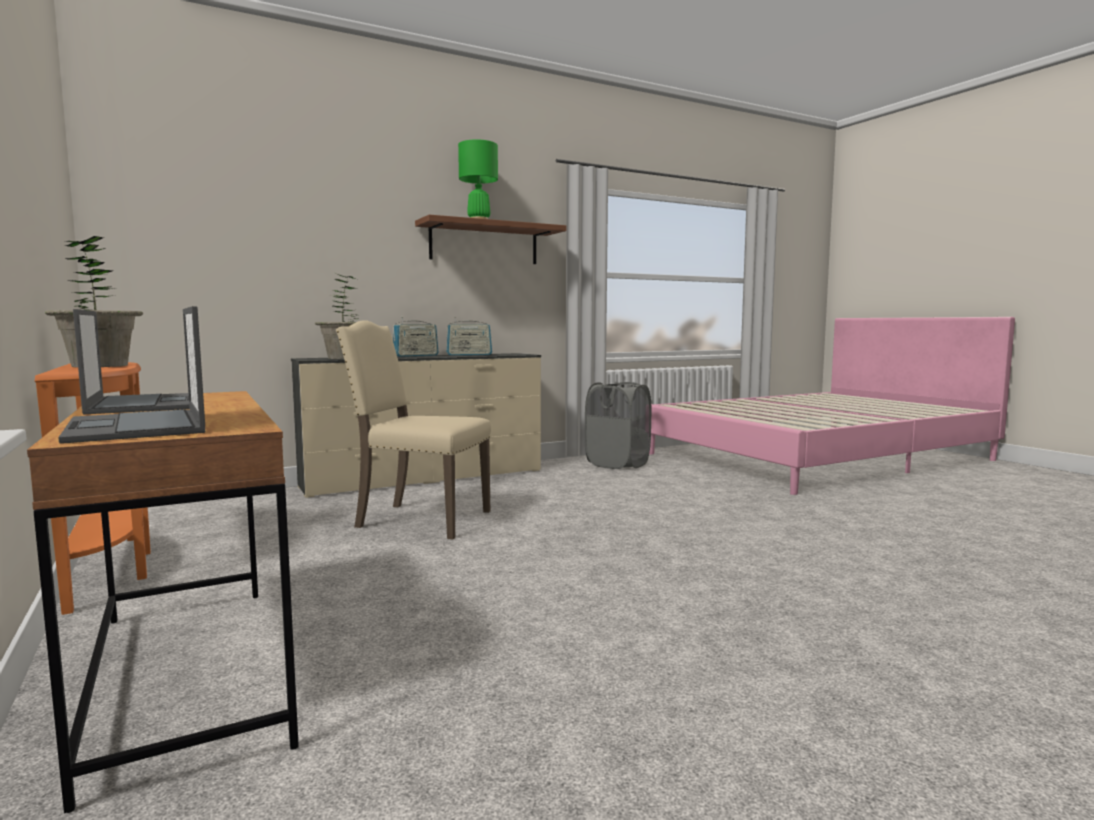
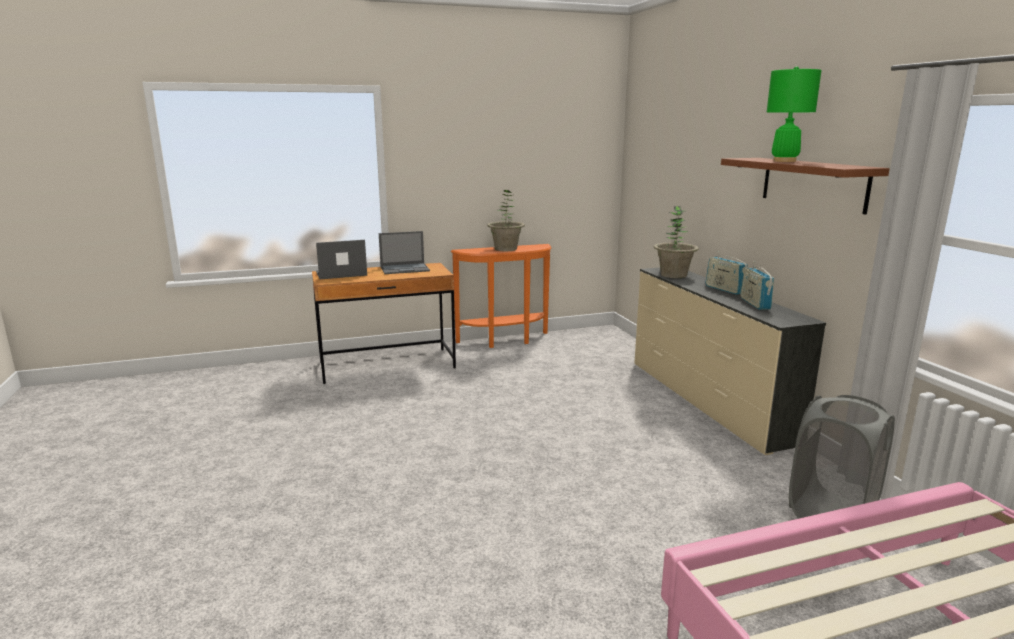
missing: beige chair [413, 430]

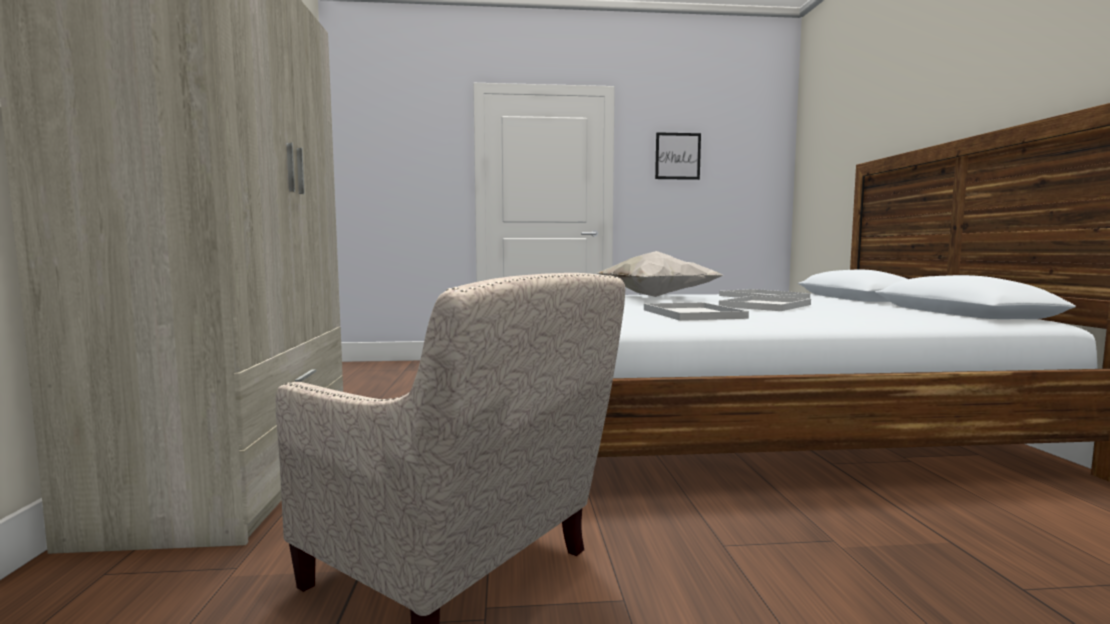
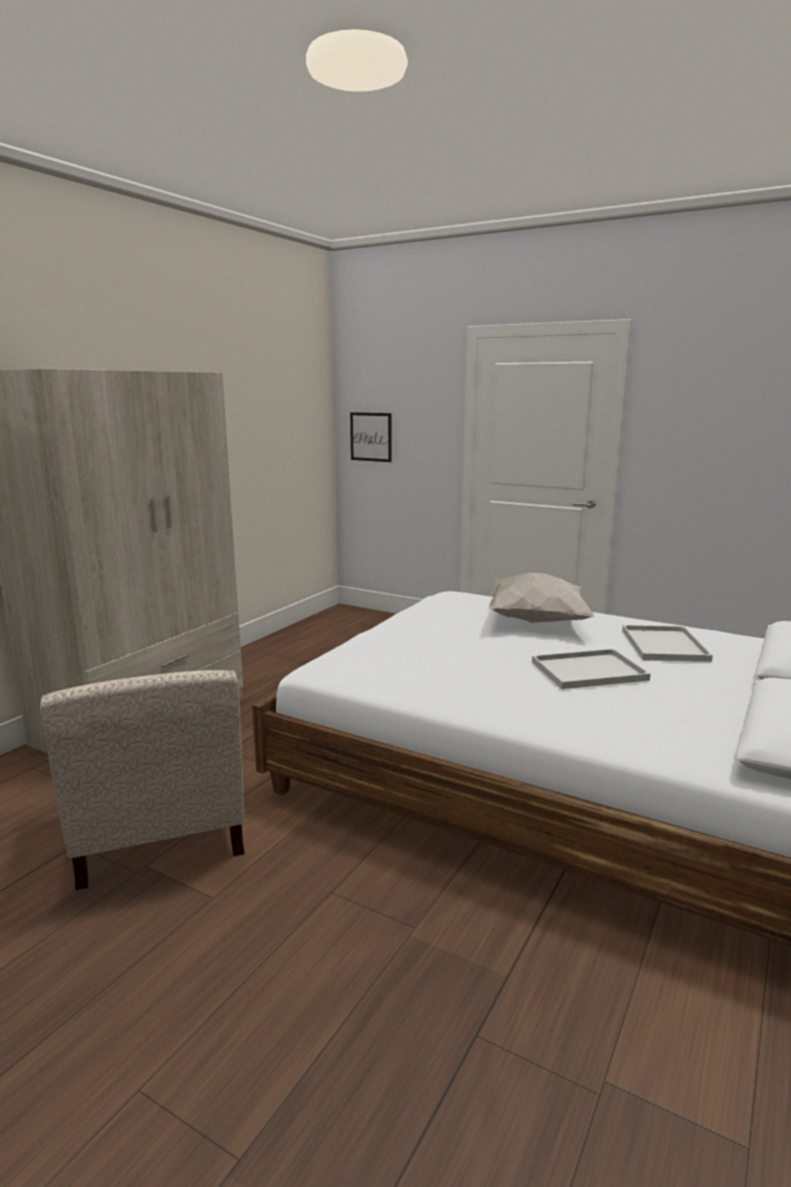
missing: white tray [696, 311]
relocated: picture [678, 156] to [371, 437]

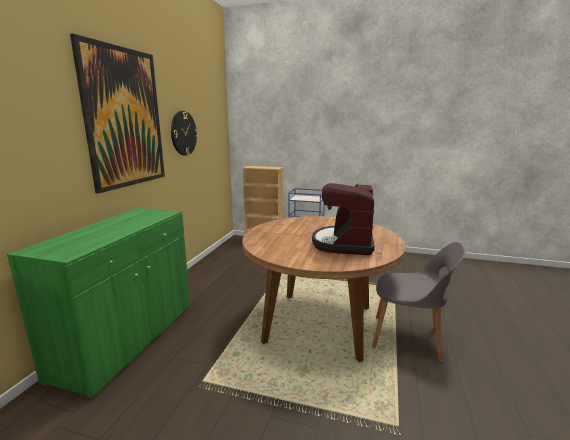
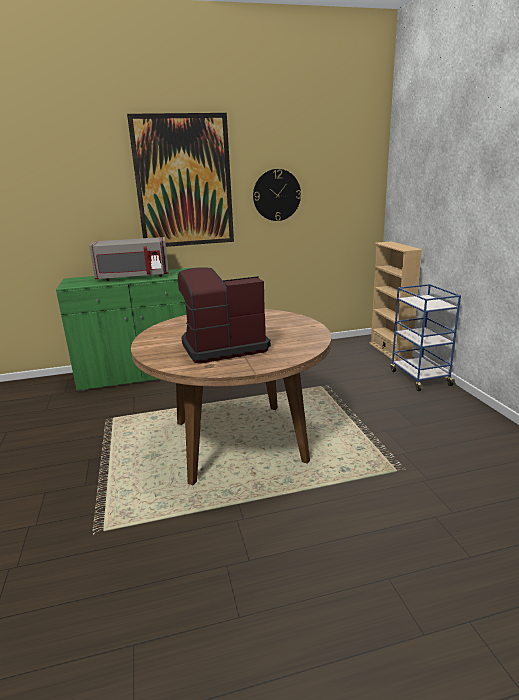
missing: grey chair [418, 302]
appeared: grey microwave [129, 259]

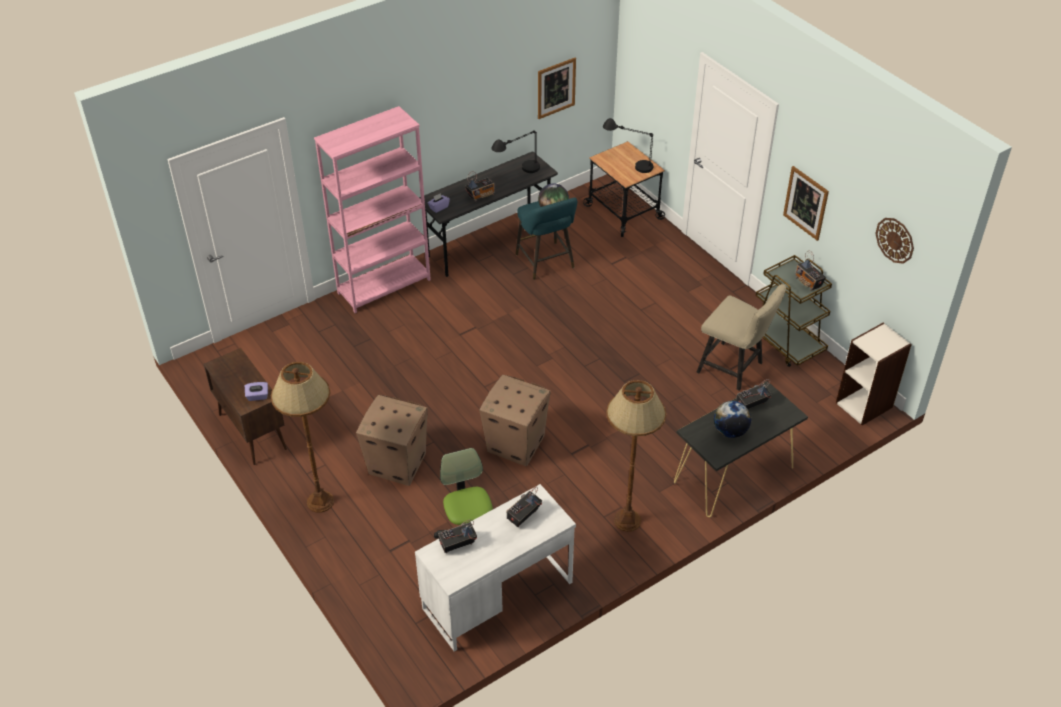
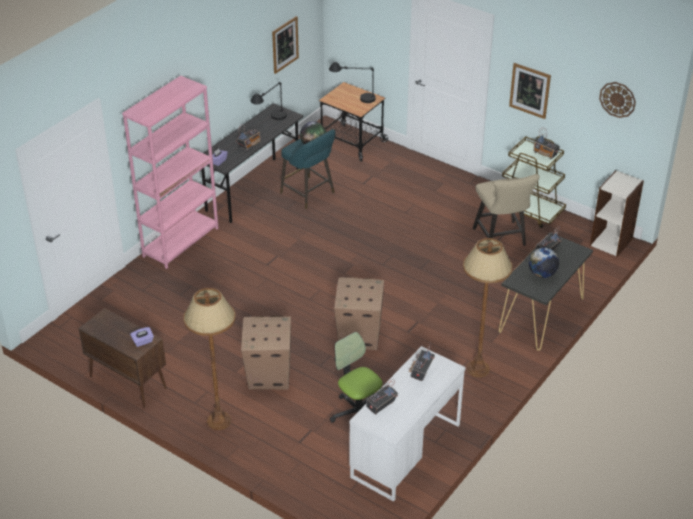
spun: beige chair [741, 337] = [506, 210] 60 degrees clockwise

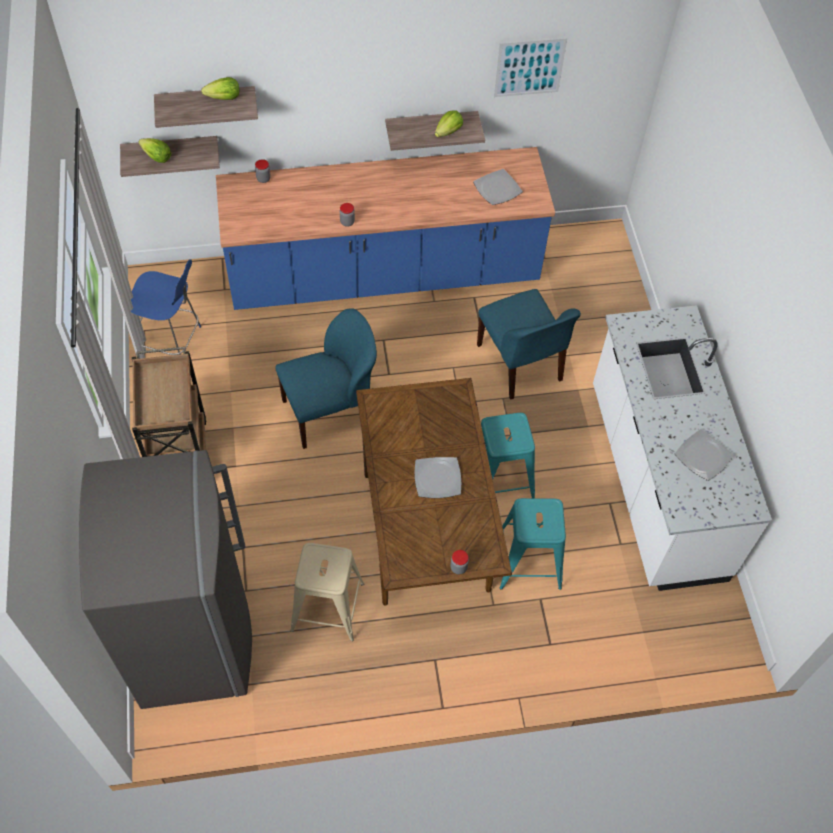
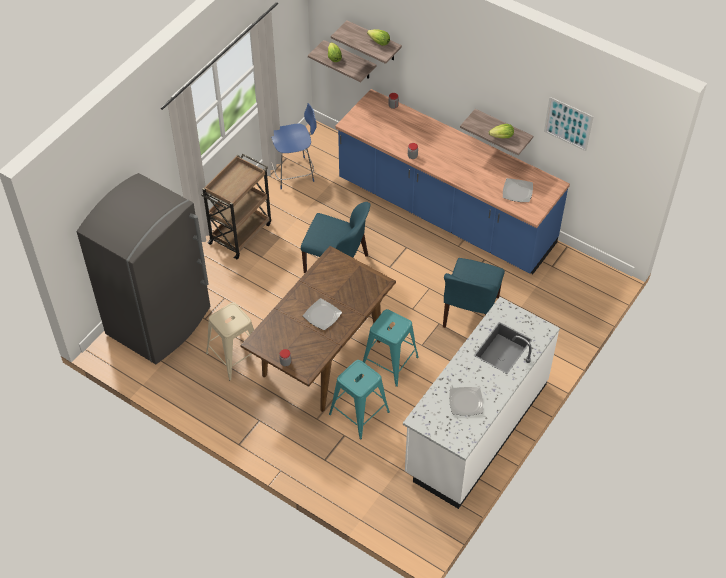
spun: blue chair [166, 307] = [294, 146] 75 degrees counterclockwise

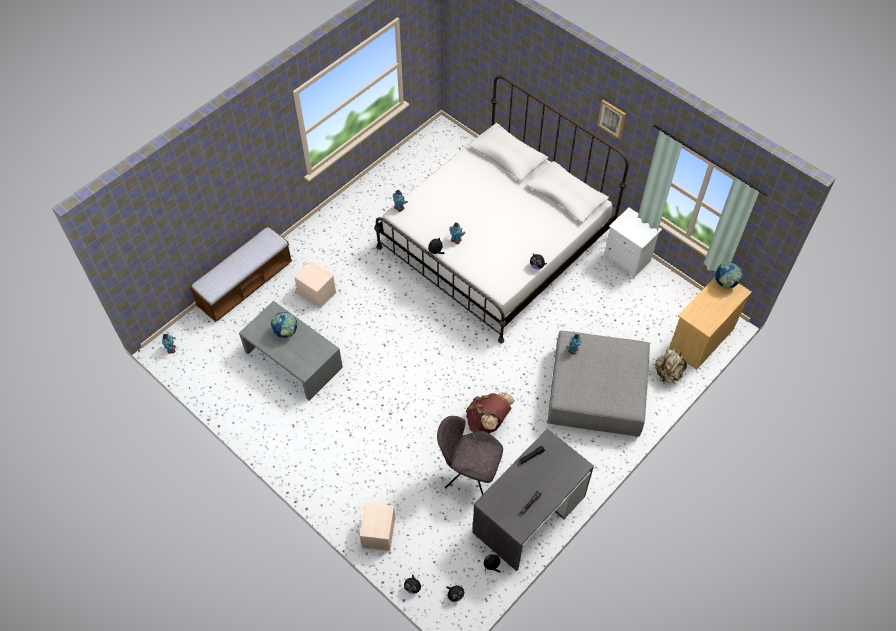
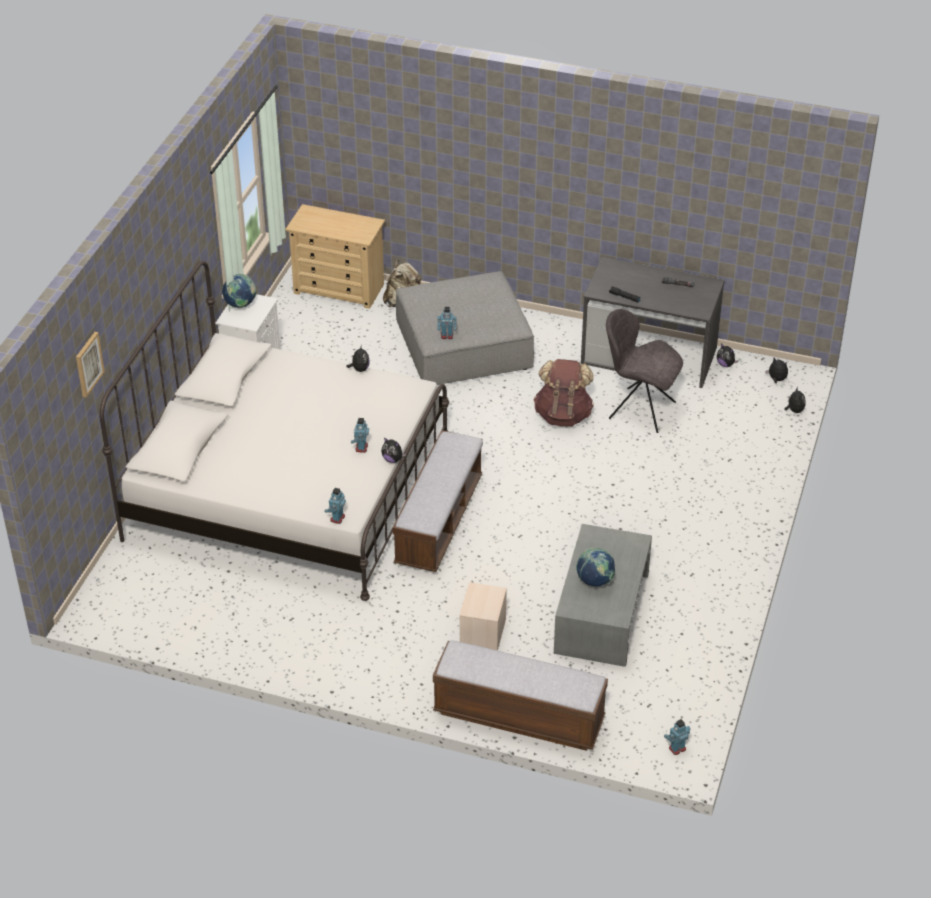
missing: beige storage box [377, 527]
appeared: bench [438, 501]
relocated: picture [611, 119] to [90, 364]; globe [728, 275] to [239, 291]
spun: grey chair [470, 455] = [644, 371] 120 degrees clockwise

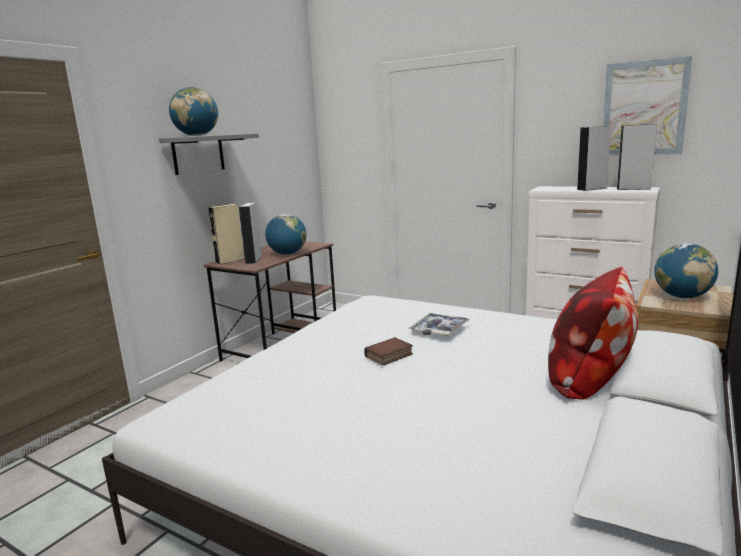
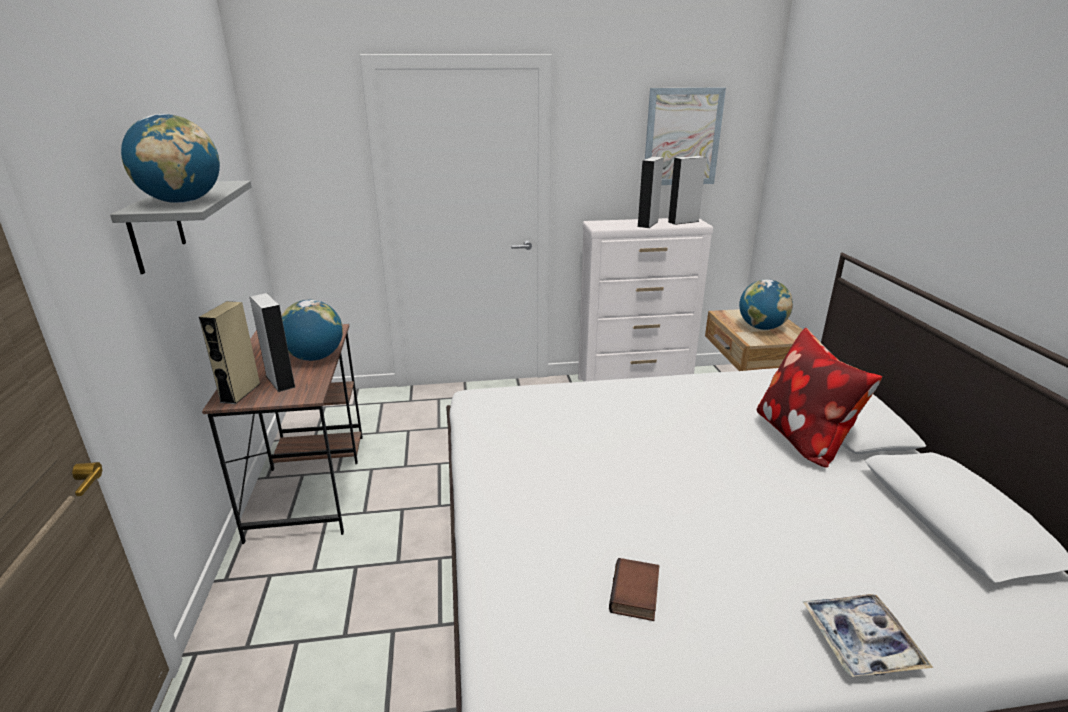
relocated: book [388, 351] to [634, 589]; tray [439, 324] to [868, 635]

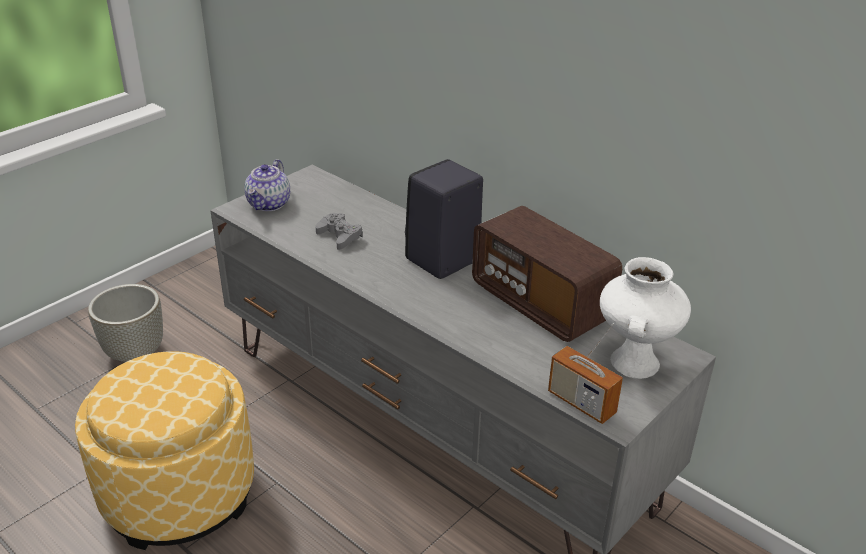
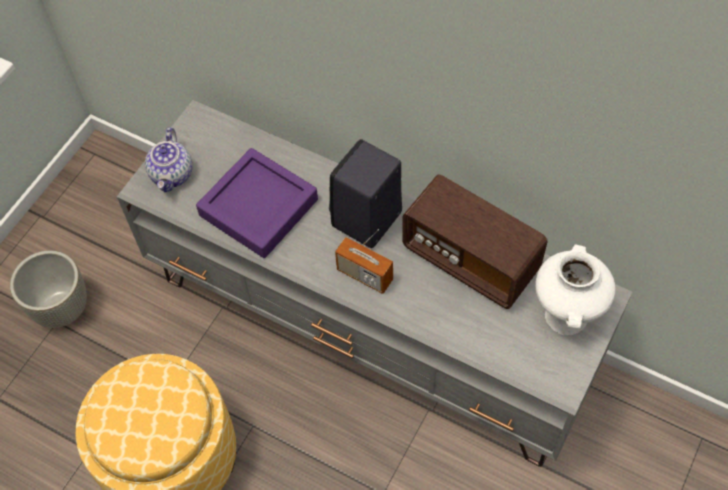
relocated: radio [585, 373] to [364, 261]
exchanged: grey game controller [339, 231] to purple tray [257, 203]

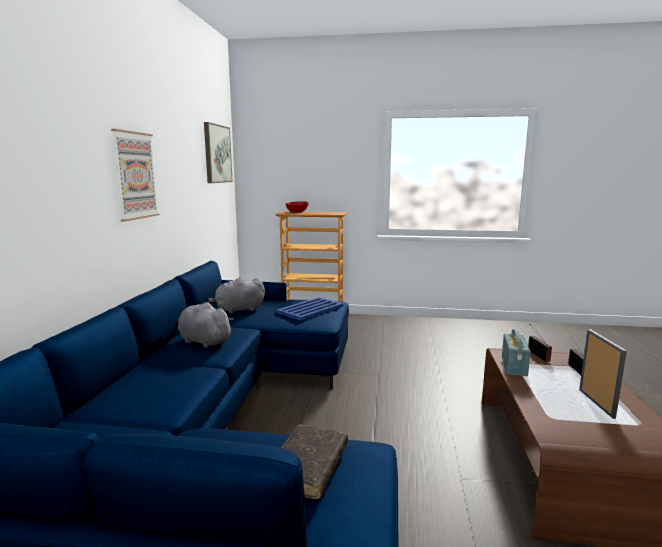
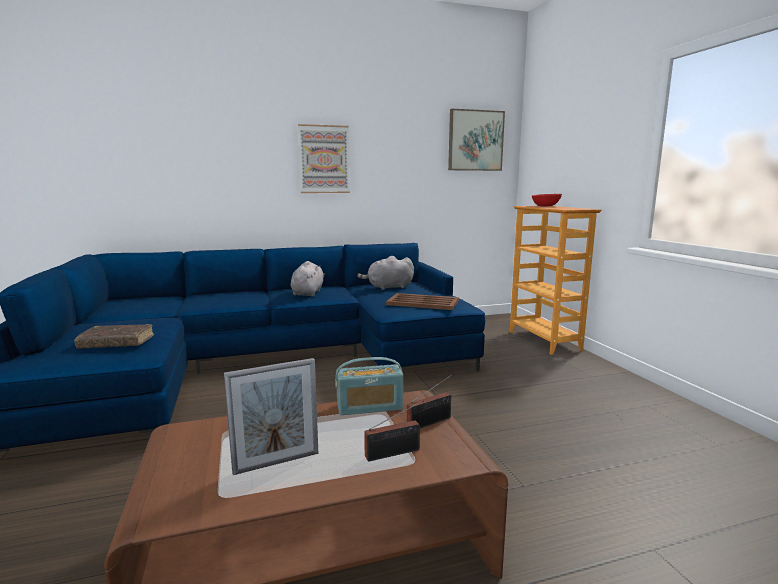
colour: blue tray [309, 309] to brown tray [422, 301]
spun: grey plush toy [236, 295] = [385, 273] 60 degrees counterclockwise

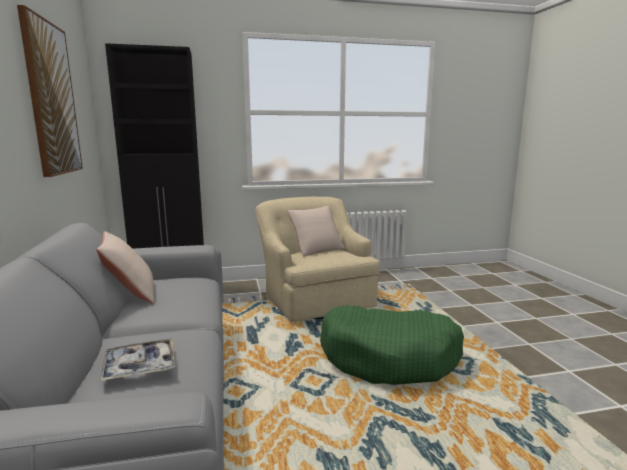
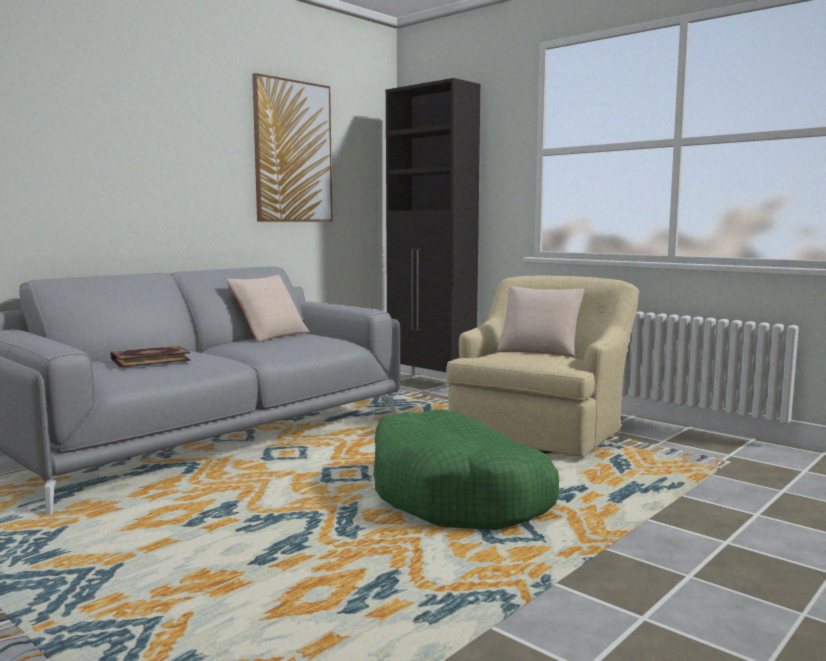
exchanged: tray [137, 360] to book [151, 357]

